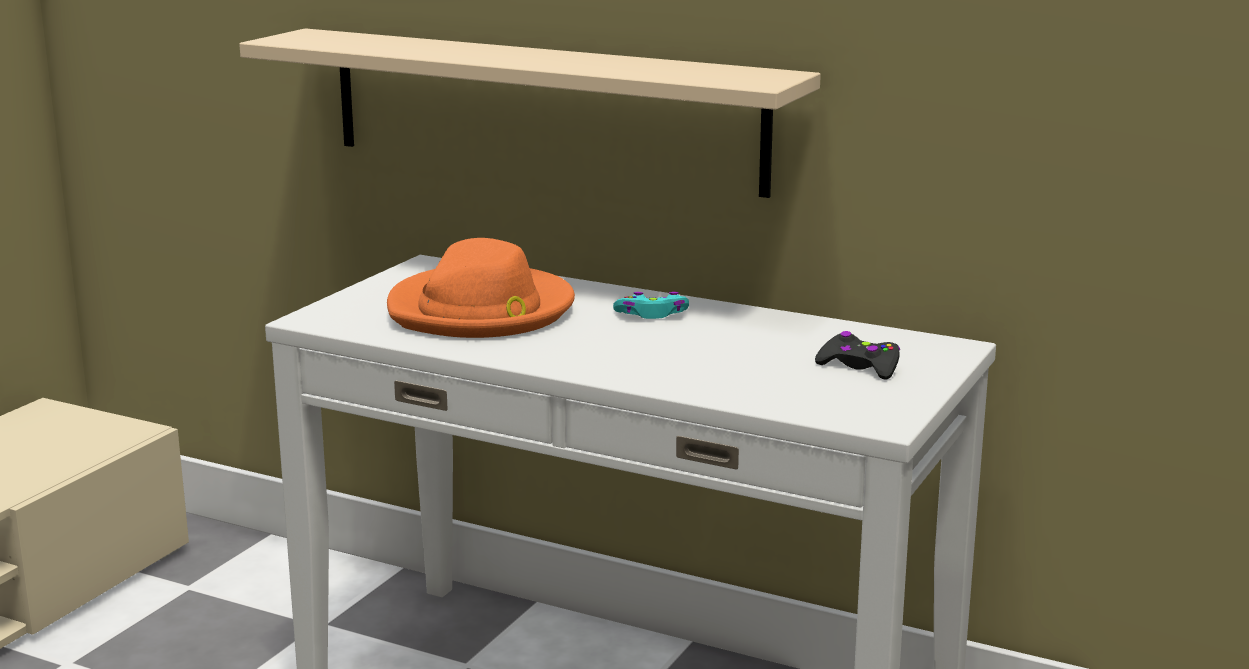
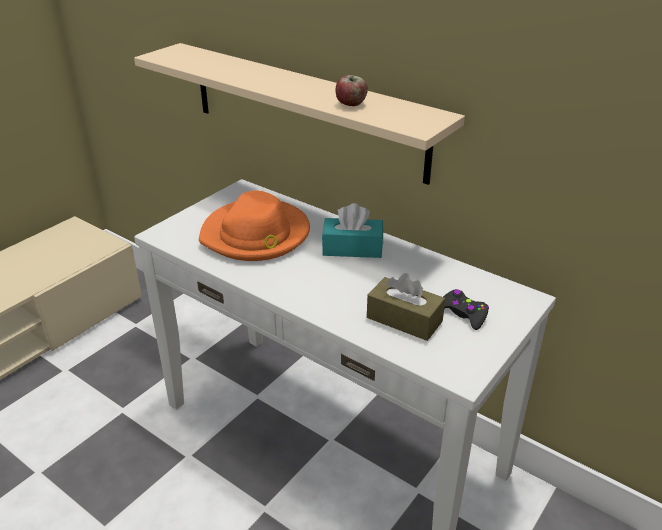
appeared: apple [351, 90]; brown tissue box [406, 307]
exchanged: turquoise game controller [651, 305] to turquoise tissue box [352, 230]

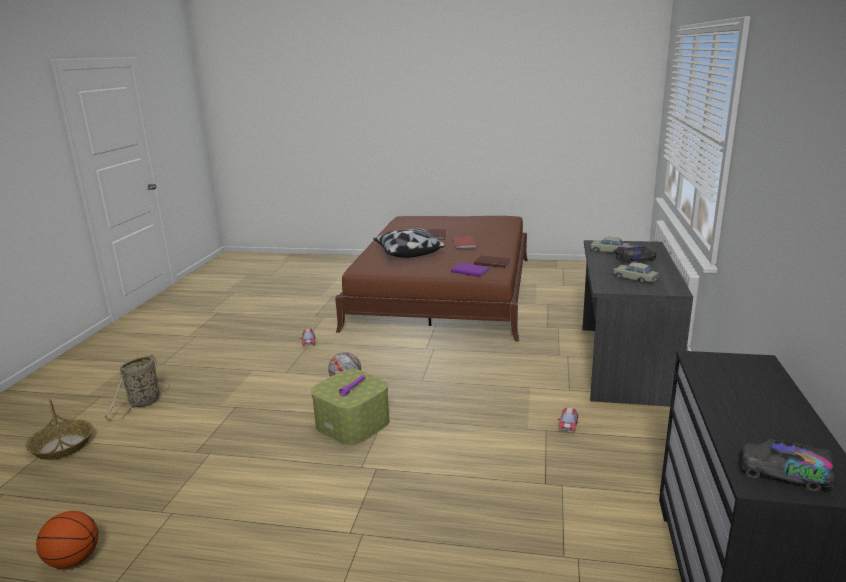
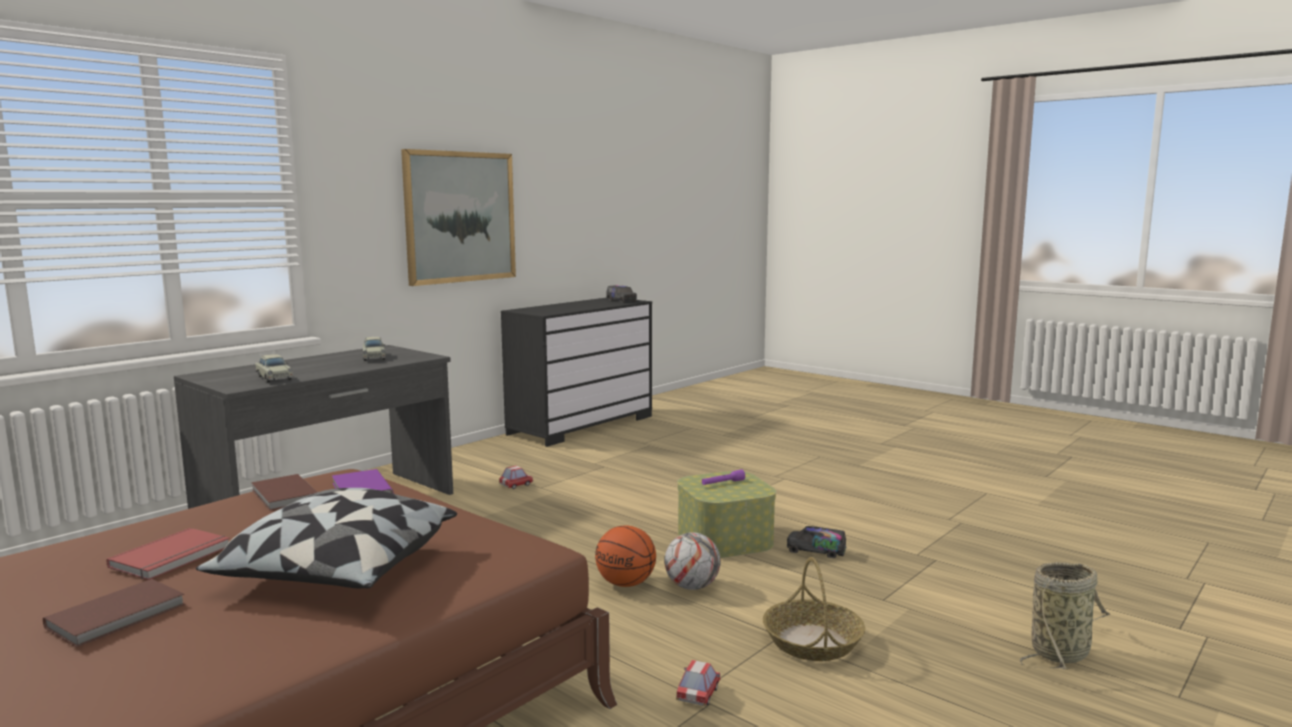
appeared: picture [458, 217]
relocated: basketball [67, 540] to [625, 556]; basket [59, 429] to [814, 609]; toy truck [636, 254] to [817, 542]

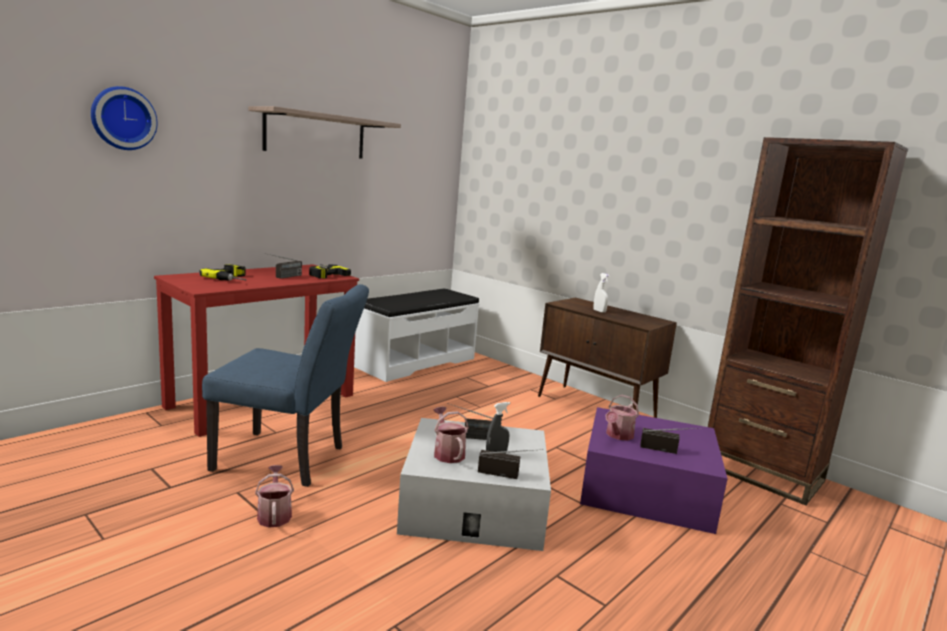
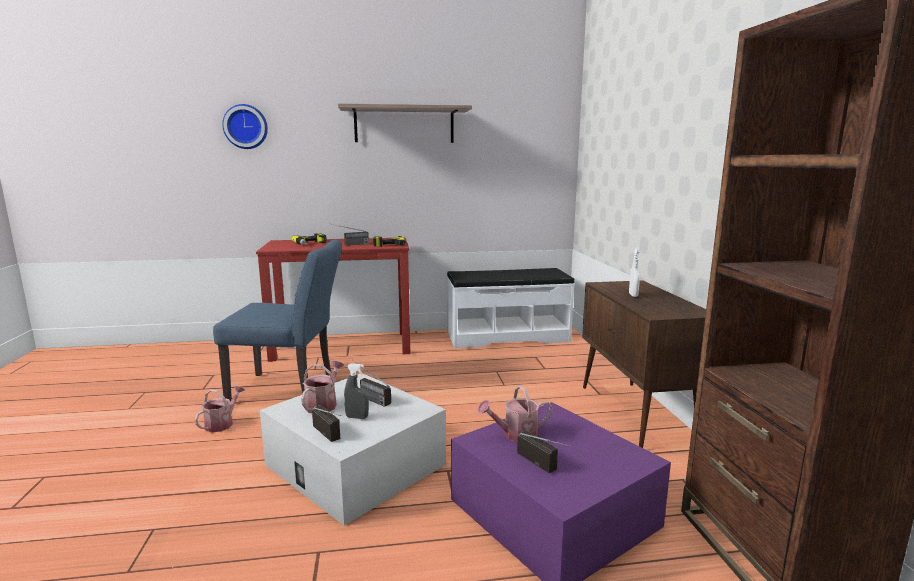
spun: blue chair [285, 385] = [277, 321] 45 degrees counterclockwise

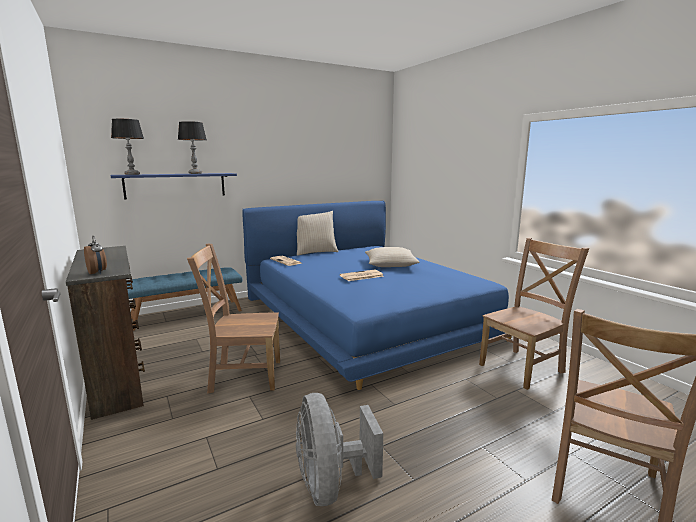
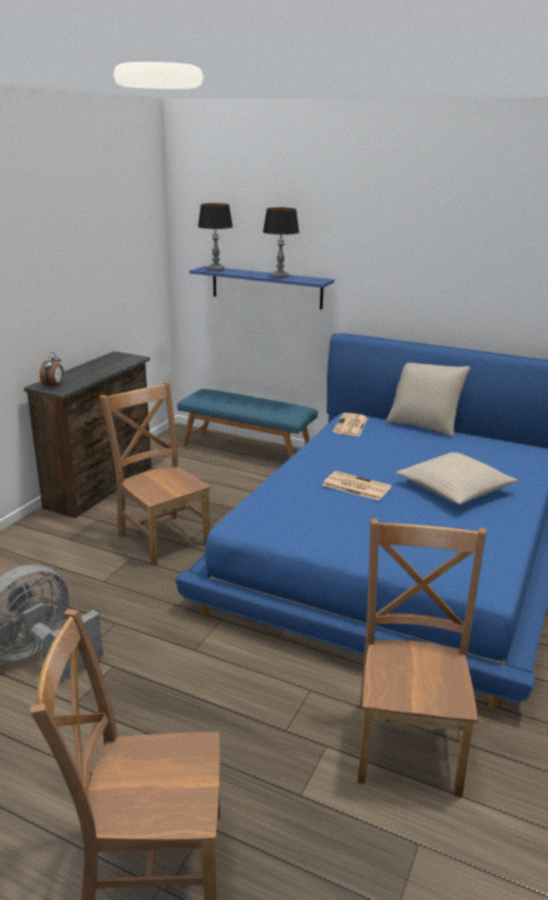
spun: brown chair [534, 314] = [422, 658] 105 degrees counterclockwise

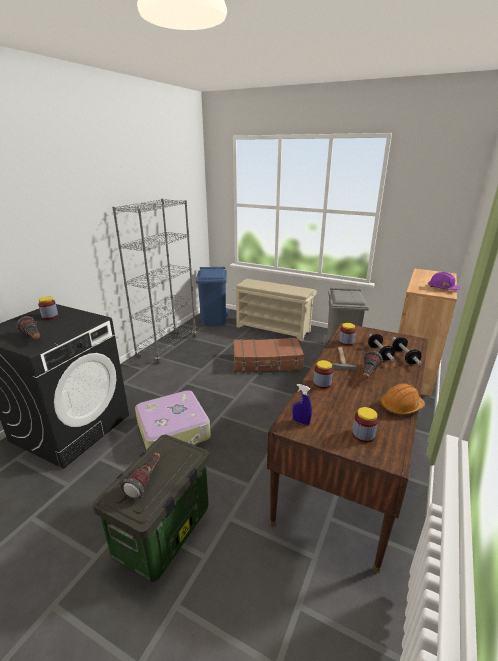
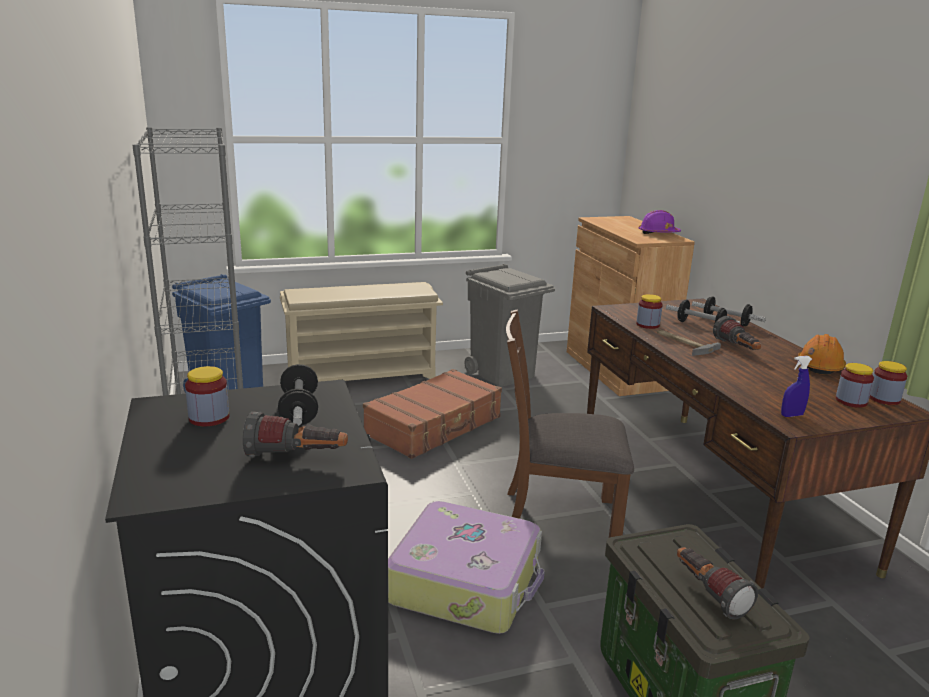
appeared: dumbbell [298, 395]; brown chair [570, 423]
relocated: jar [323, 374] to [888, 383]

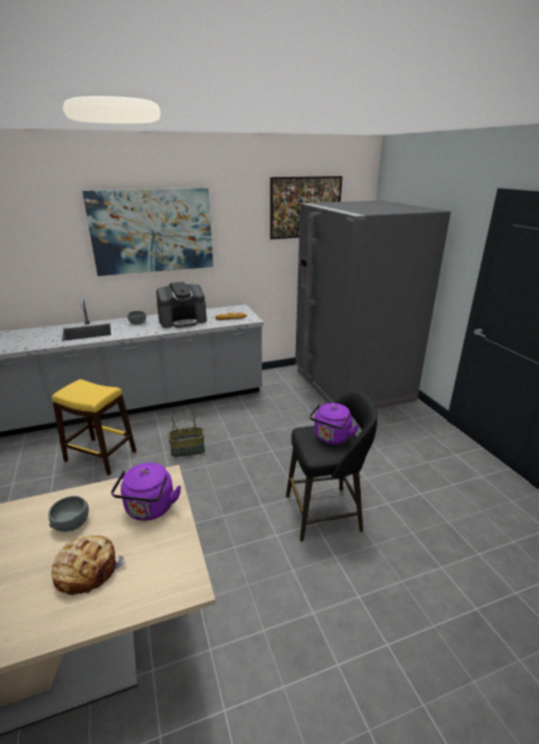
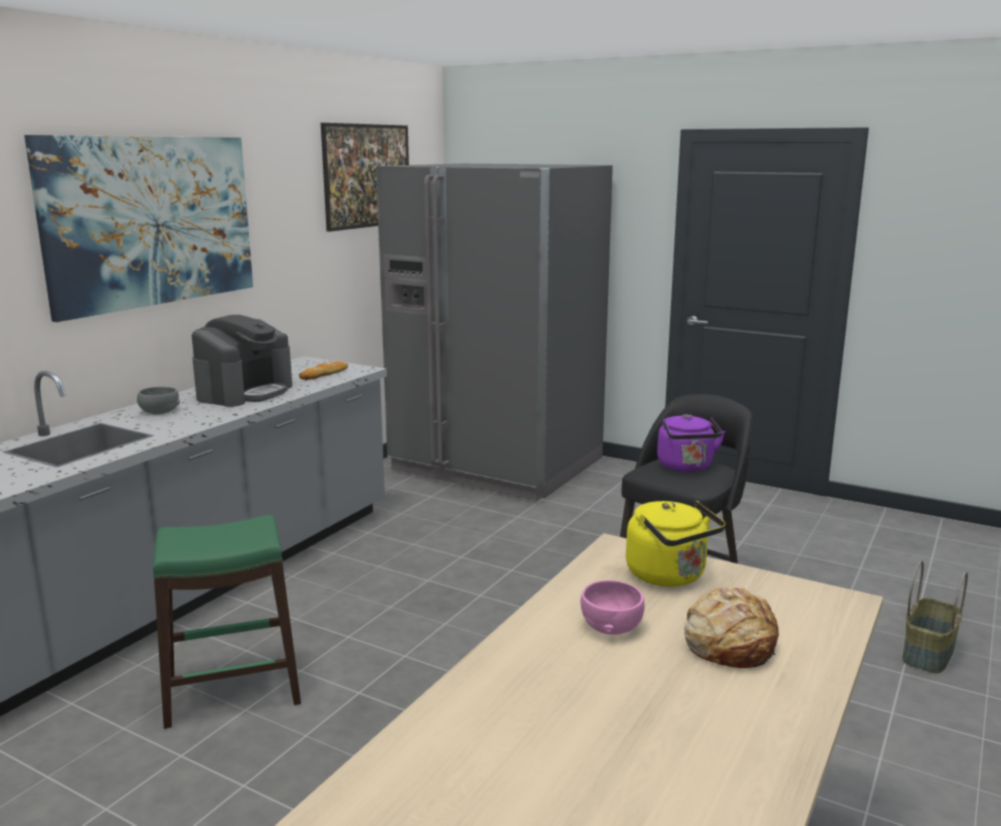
relocated: basket [186, 432] to [935, 617]
colour: yellow stool [94, 427] to green stool [227, 622]; grey bowl [68, 514] to pink bowl [613, 607]; purple kettle [146, 491] to yellow kettle [676, 543]

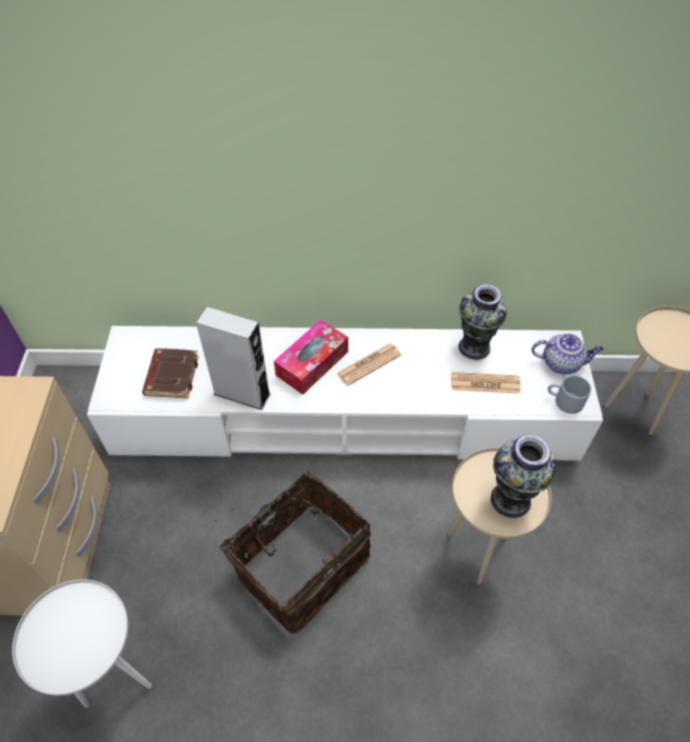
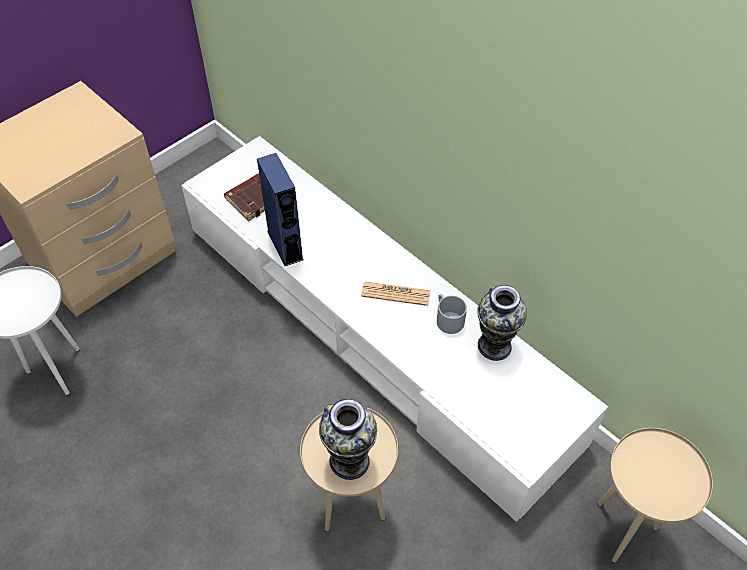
missing: basket [292, 552]; tissue box [311, 357]; newspaper [486, 383]; teapot [567, 353]
relocated: grey mug [569, 394] to [452, 314]
colour: grey speaker [233, 358] to blue speaker [280, 209]

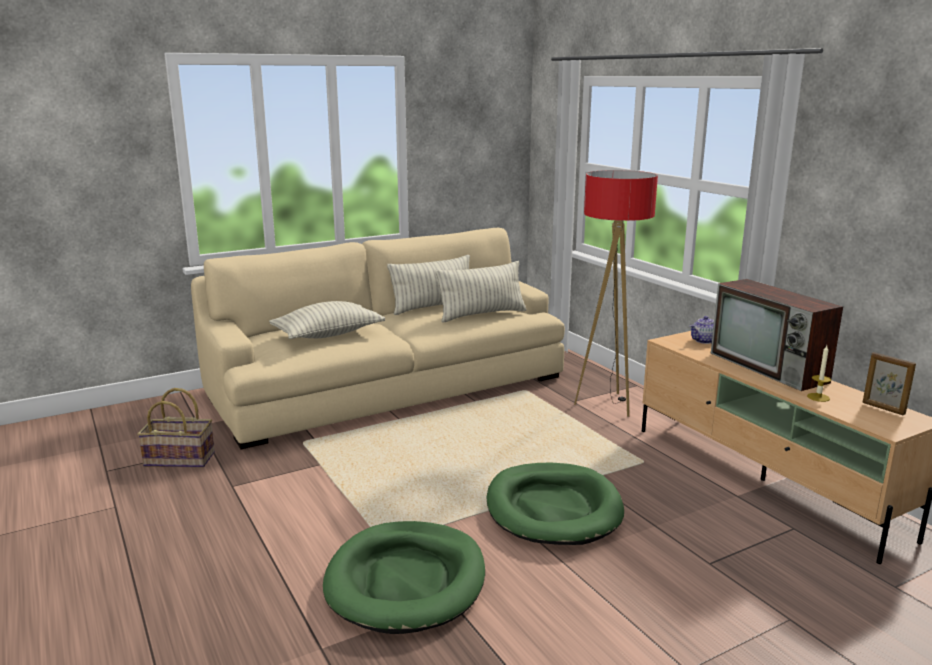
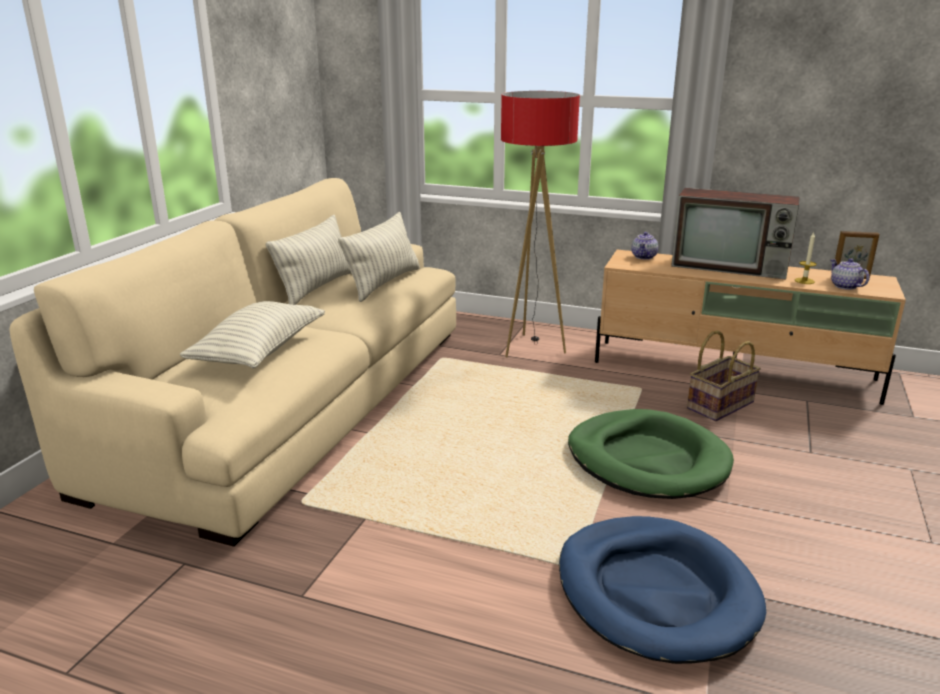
appeared: teapot [850, 274]
relocated: basket [176, 427] to [724, 375]
colour: green dog bed [404, 577] to blue dog bed [662, 590]

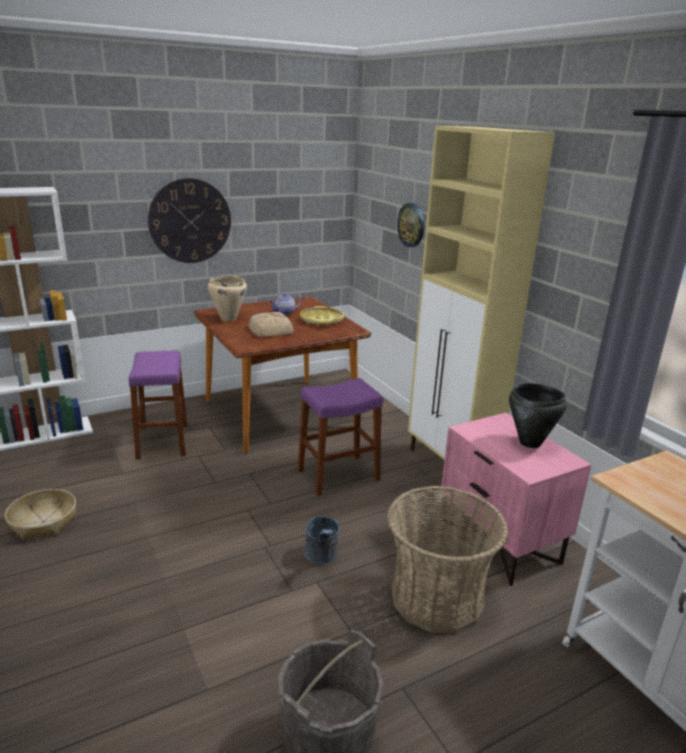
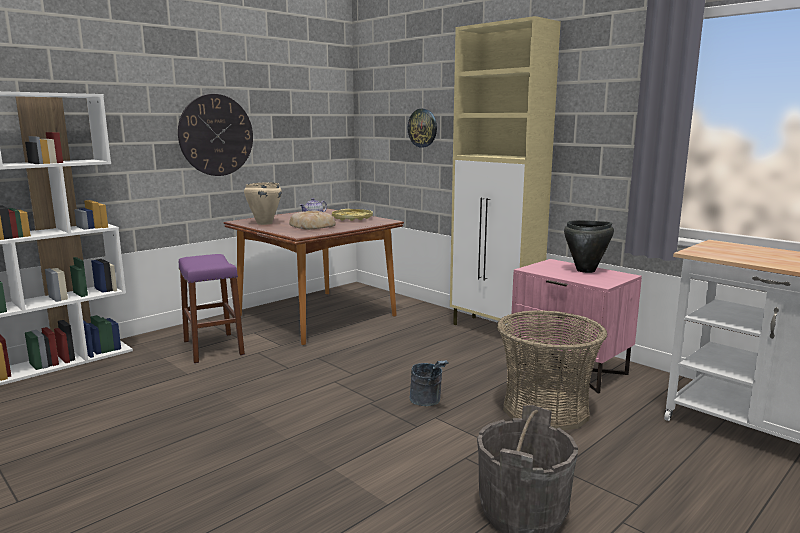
missing: basket [40, 514]; purple stool [340, 437]

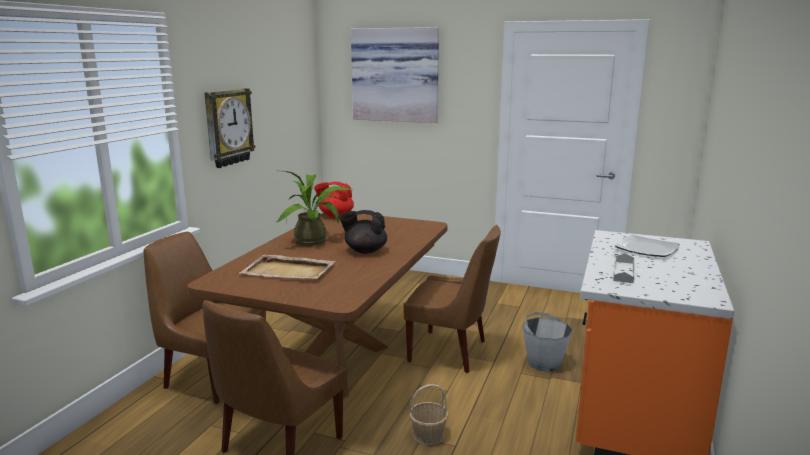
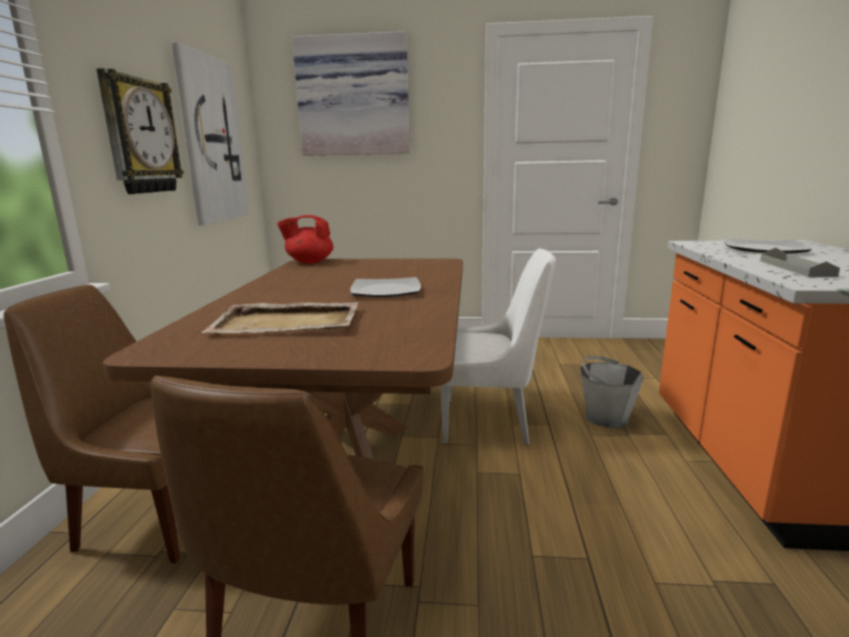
missing: potted plant [314, 208]; basket [429, 414]
appeared: picture [210, 133]
exchanged: black teapot [363, 232] to plate [385, 287]
colour: brown chair [452, 299] to white chair [498, 346]

